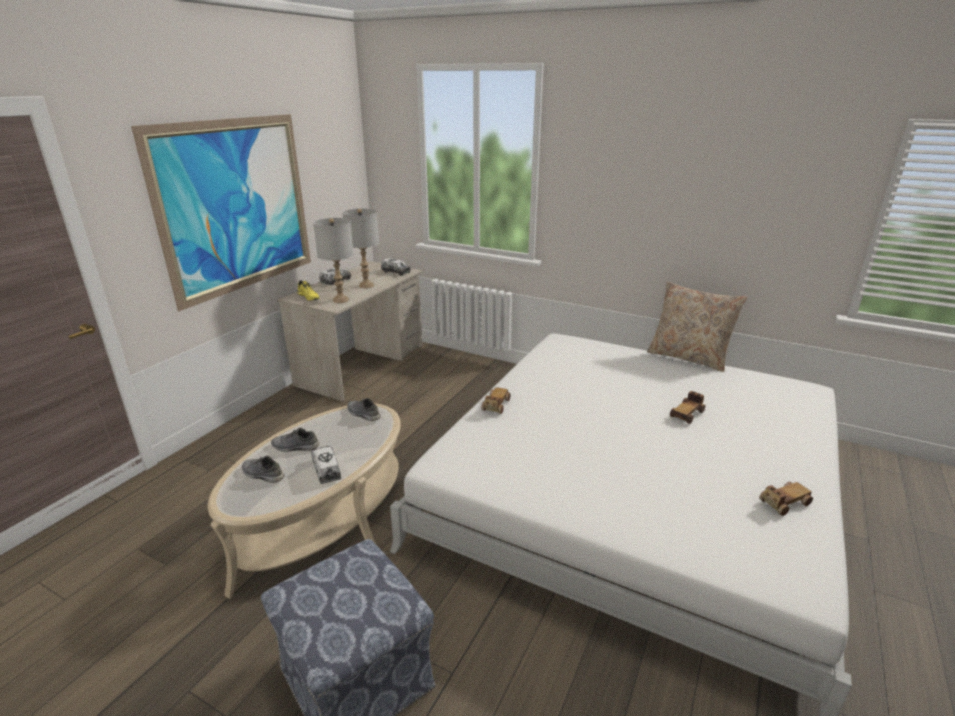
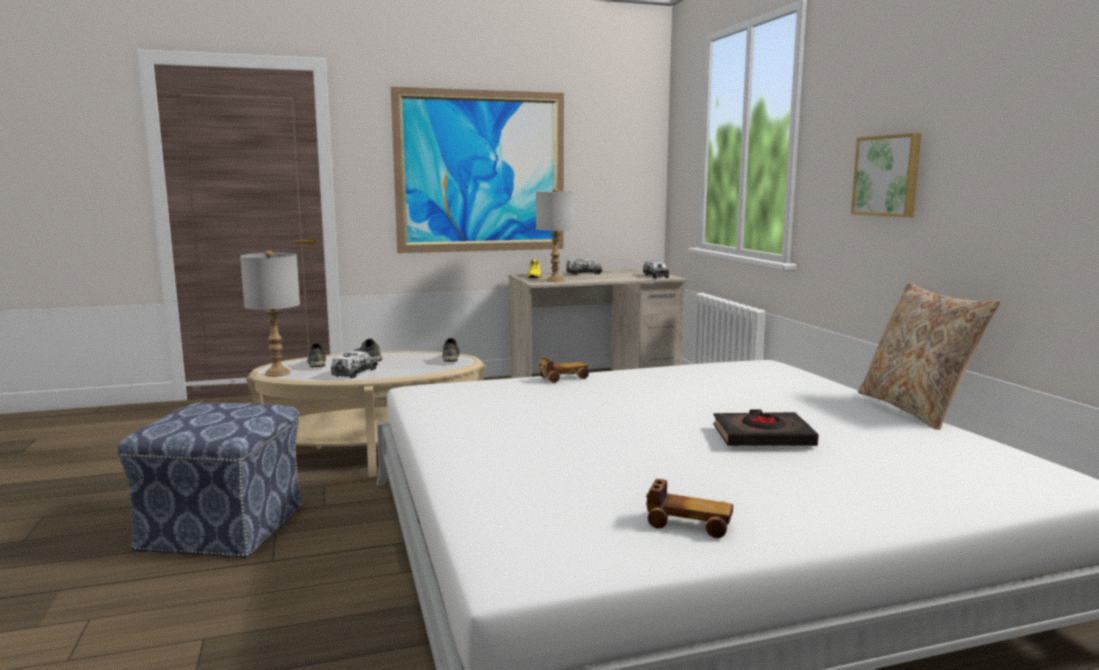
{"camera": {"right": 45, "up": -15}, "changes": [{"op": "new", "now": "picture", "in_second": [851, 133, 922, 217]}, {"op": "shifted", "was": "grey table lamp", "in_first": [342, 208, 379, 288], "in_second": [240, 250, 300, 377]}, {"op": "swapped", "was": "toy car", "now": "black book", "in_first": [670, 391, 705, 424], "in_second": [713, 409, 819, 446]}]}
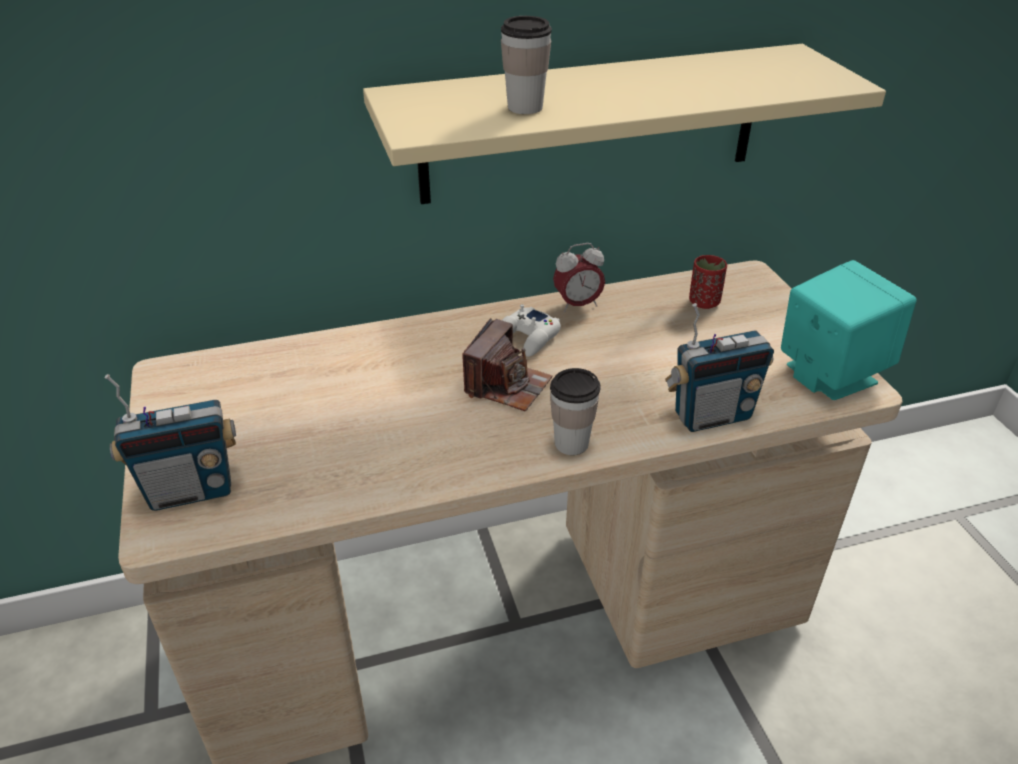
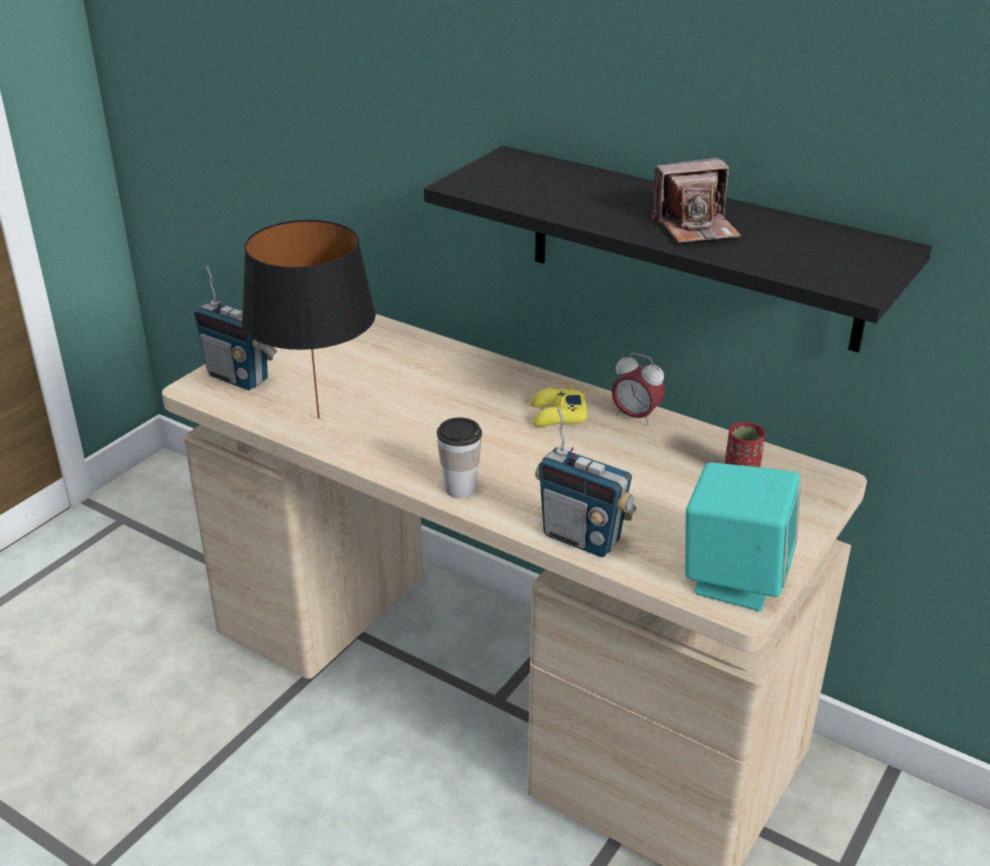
{"camera": {"right": 50, "up": -5}, "changes": [{"op": "gone", "was": "cup", "in_first": [501, 16, 552, 114]}, {"op": "new", "now": "black table lamp", "in_second": [242, 220, 376, 419]}, {"op": "shifted", "was": "photo camera", "in_first": [462, 318, 552, 411], "in_second": [652, 158, 741, 243]}, {"op": "repainted", "was": "beige shelf", "now": "black shelf", "in_first": [363, 44, 886, 204], "in_second": [424, 146, 932, 352]}, {"op": "repainted", "was": "white game controller", "now": "yellow game controller", "in_first": [502, 304, 561, 357], "in_second": [530, 385, 588, 427]}]}
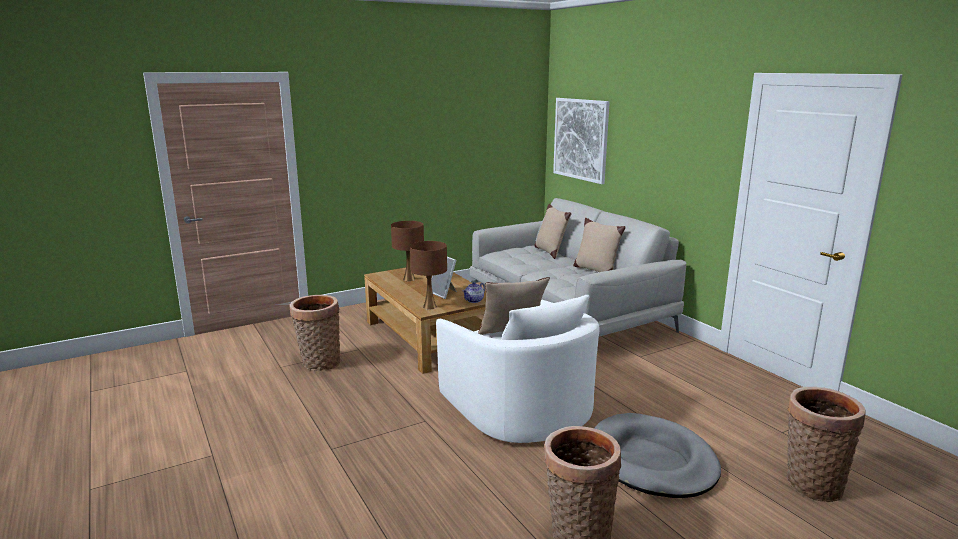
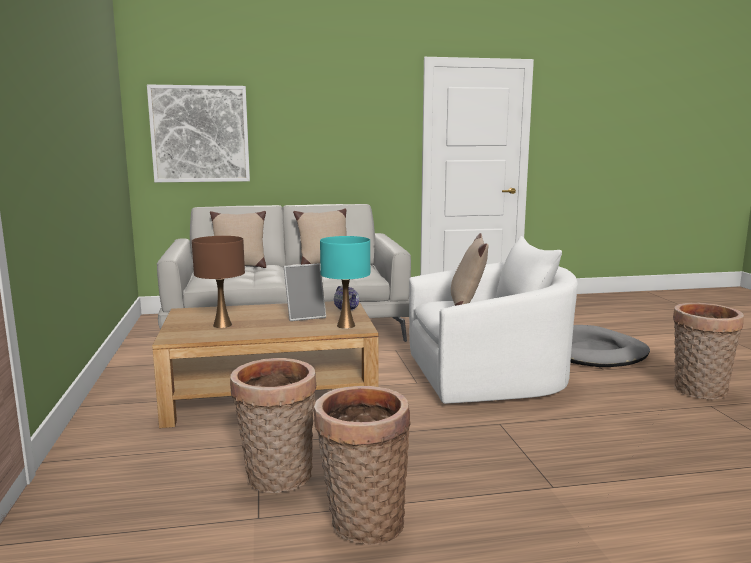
{"camera": {"right": -70, "up": -5}, "changes": [{"op": "shifted", "was": "basket", "in_first": [787, 387, 865, 502], "in_second": [314, 386, 411, 545]}, {"op": "repainted", "was": "brown table lamp", "now": "turquoise table lamp", "in_first": [410, 241, 447, 309], "in_second": [320, 236, 370, 329]}]}
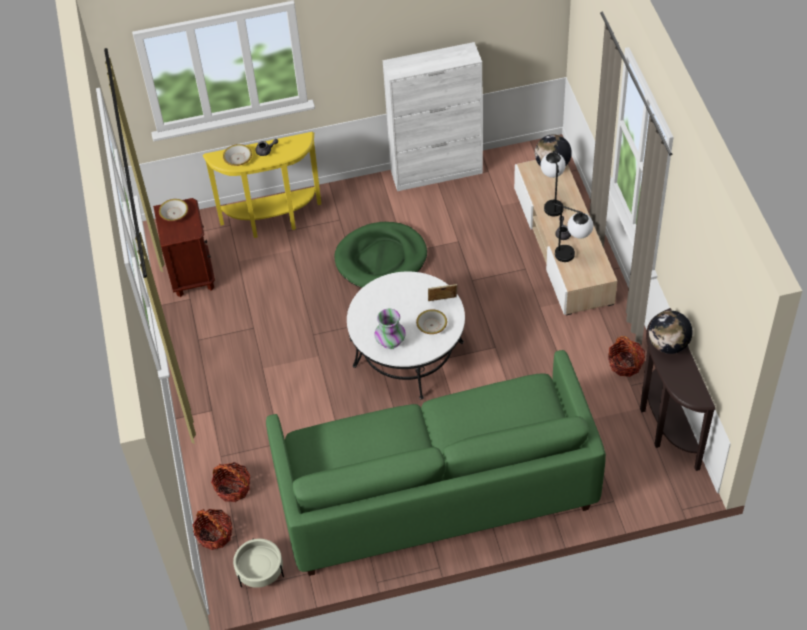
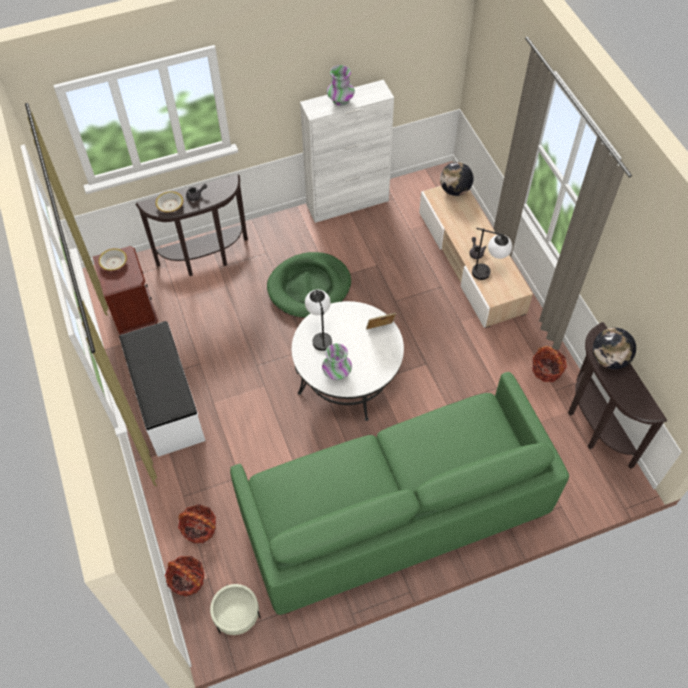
{"camera": {"right": -10, "up": 5}, "changes": [{"op": "gone", "was": "bowl", "in_first": [416, 309, 447, 334]}, {"op": "new", "now": "white bench", "in_second": [119, 321, 205, 457]}, {"op": "new", "now": "vase", "in_second": [327, 65, 355, 106]}, {"op": "shifted", "was": "table lamp", "in_first": [540, 151, 566, 216], "in_second": [305, 290, 332, 351]}, {"op": "repainted", "was": "yellow console table", "now": "brown console table", "in_first": [202, 132, 322, 238], "in_second": [135, 174, 248, 276]}]}
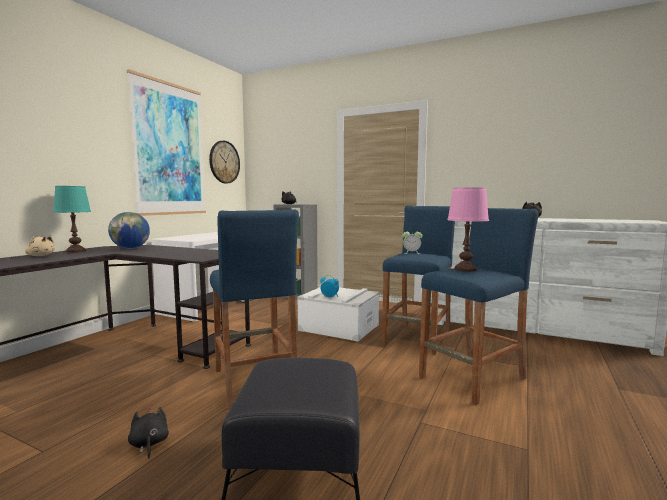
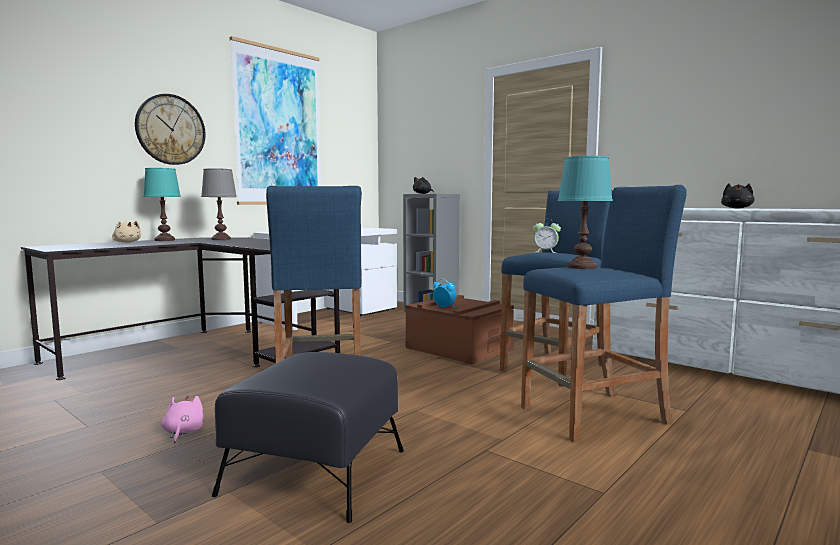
{"camera": {"right": 15, "up": 0}, "changes": [{"op": "shifted", "was": "wall clock", "in_first": [209, 141, 240, 183], "in_second": [135, 94, 206, 165]}, {"op": "swapped", "was": "globe", "now": "grey table lamp", "in_first": [108, 212, 150, 249], "in_second": [201, 168, 237, 240]}, {"op": "repainted", "was": "black plush toy", "now": "pink plush toy", "in_first": [128, 407, 169, 459], "in_second": [161, 395, 204, 443]}, {"op": "repainted", "was": "white storage box", "now": "brown storage box", "in_first": [297, 287, 379, 342], "in_second": [405, 295, 514, 365]}, {"op": "repainted", "was": "pink table lamp", "now": "turquoise table lamp", "in_first": [447, 187, 489, 272], "in_second": [558, 156, 613, 269]}]}
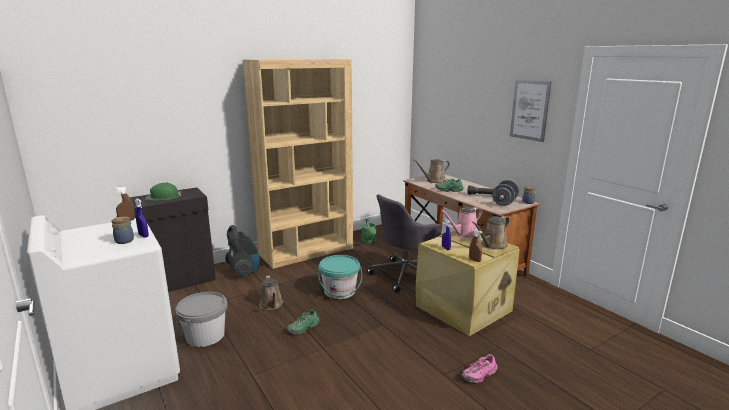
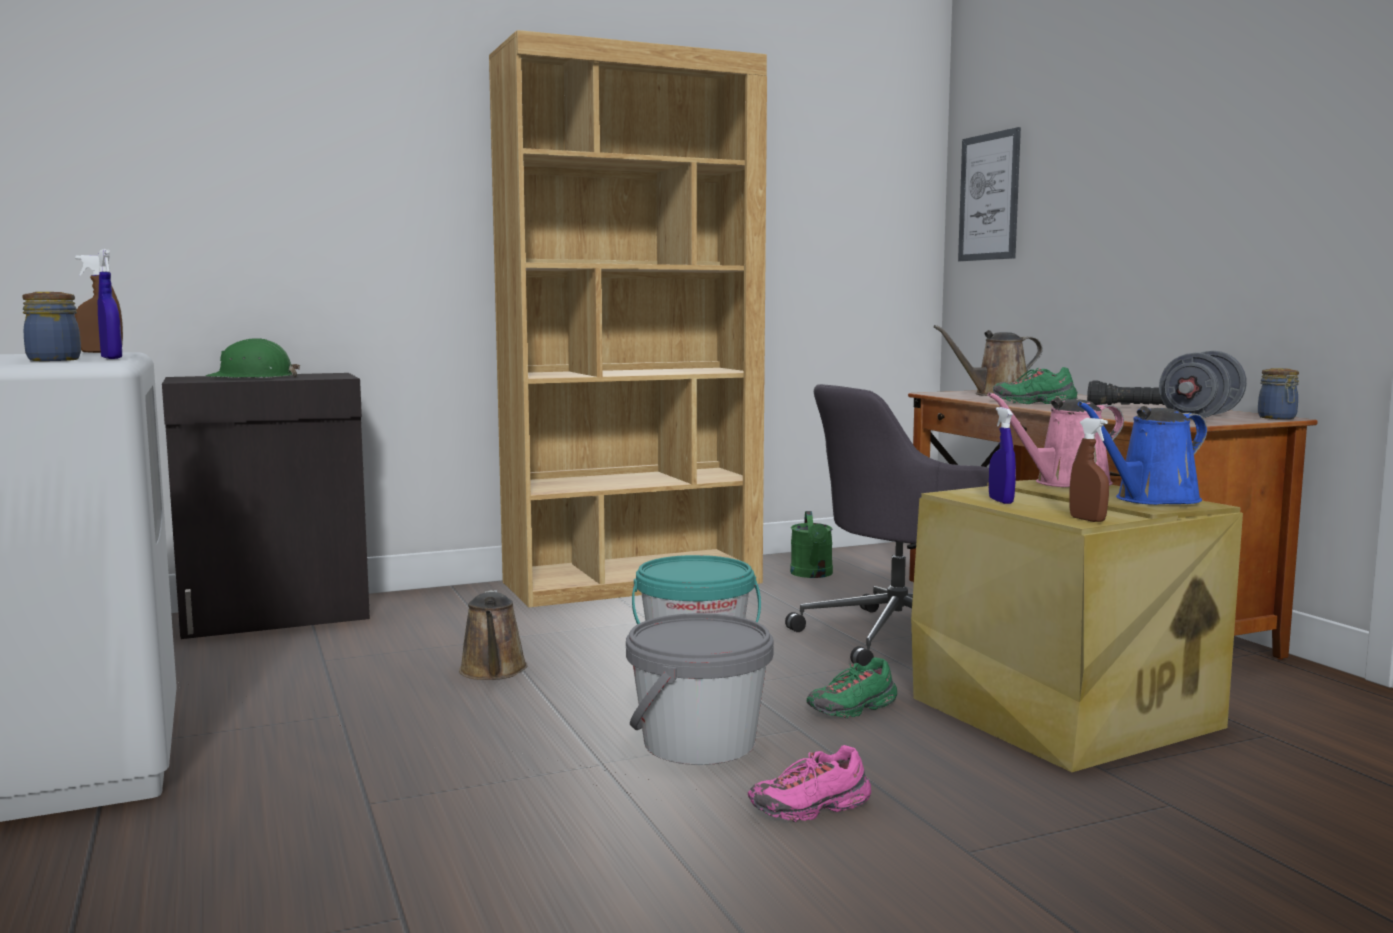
{"camera": {"right": 10, "up": -10}, "changes": [{"op": "gone", "was": "vacuum cleaner", "in_first": [225, 225, 259, 278]}, {"op": "shifted", "was": "grey bucket", "in_first": [175, 292, 228, 347], "in_second": [626, 613, 774, 765]}, {"op": "shifted", "was": "green shoe", "in_first": [287, 310, 320, 334], "in_second": [807, 657, 897, 719]}, {"op": "shifted", "was": "pink shoe", "in_first": [462, 354, 497, 383], "in_second": [748, 745, 871, 822]}, {"op": "shifted", "was": "picture", "in_first": [510, 80, 551, 142], "in_second": [958, 127, 1021, 261]}, {"op": "repainted", "was": "brown watering can", "now": "blue watering can", "in_first": [472, 216, 509, 249], "in_second": [1078, 402, 1207, 505]}]}
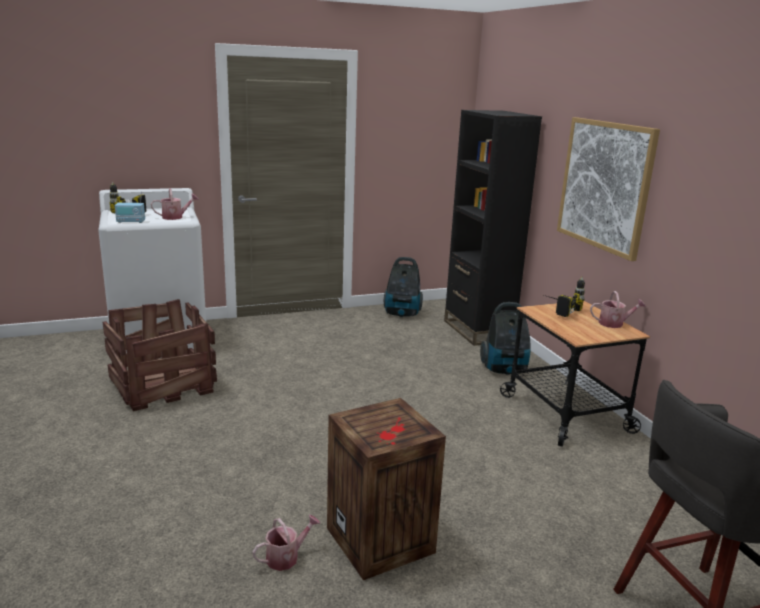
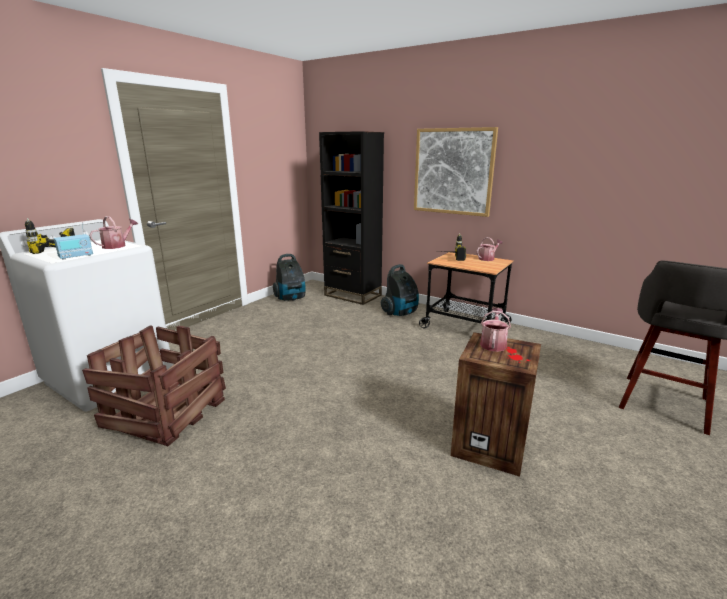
{"camera": {"right": -35, "up": 0}, "changes": [{"op": "shifted", "was": "watering can", "in_first": [252, 515, 320, 571], "in_second": [480, 308, 511, 352]}]}
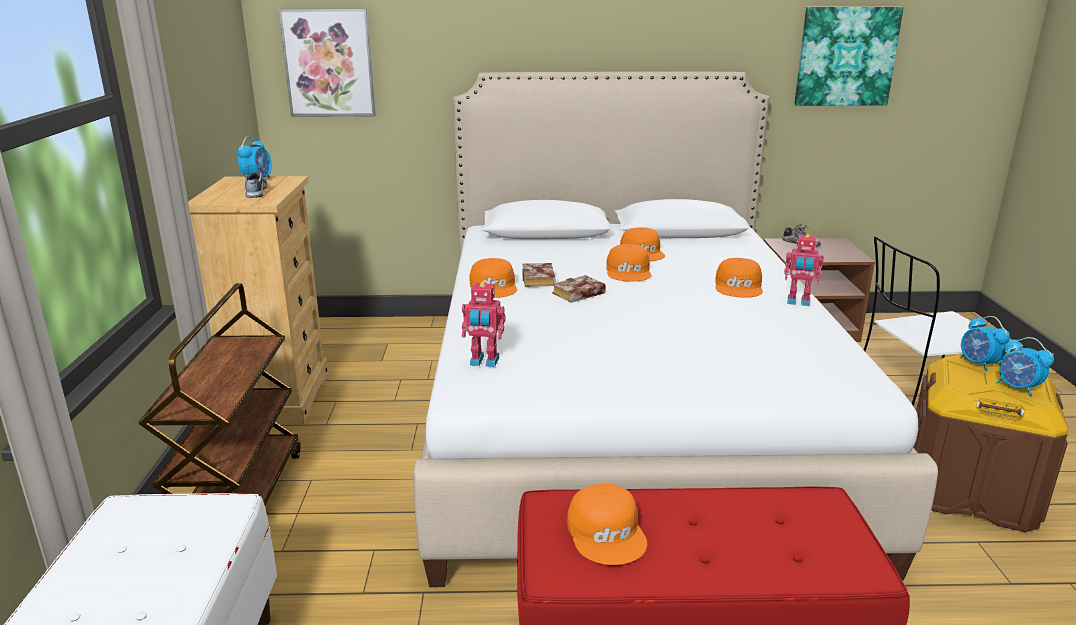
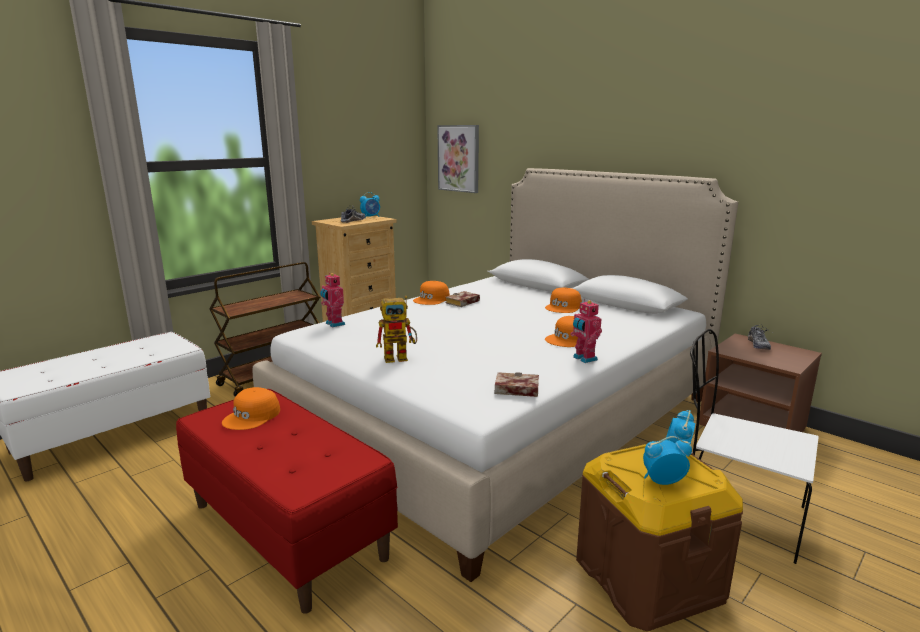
{"camera": {"right": 45, "up": -5}, "changes": [{"op": "gone", "was": "orange cap", "in_first": [606, 244, 651, 282]}, {"op": "gone", "was": "picture", "in_first": [794, 7, 904, 106]}, {"op": "new", "now": "toy robot", "in_second": [376, 296, 417, 363]}, {"op": "shifted", "was": "book", "in_first": [552, 275, 606, 303], "in_second": [494, 372, 539, 397]}, {"op": "rotated", "was": "alarm clock", "in_first": [997, 337, 1054, 397], "in_second": [643, 436, 692, 485], "clockwise": 75}]}
